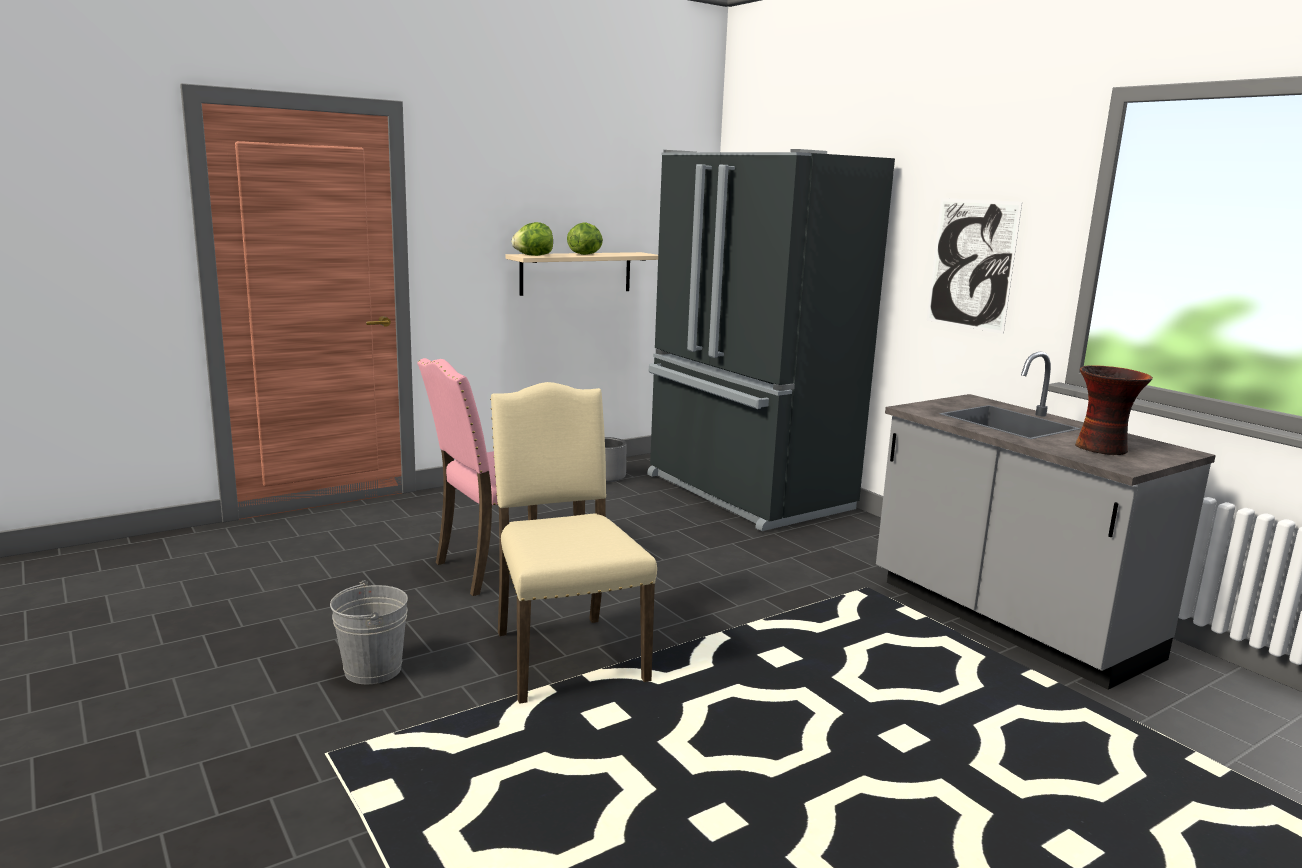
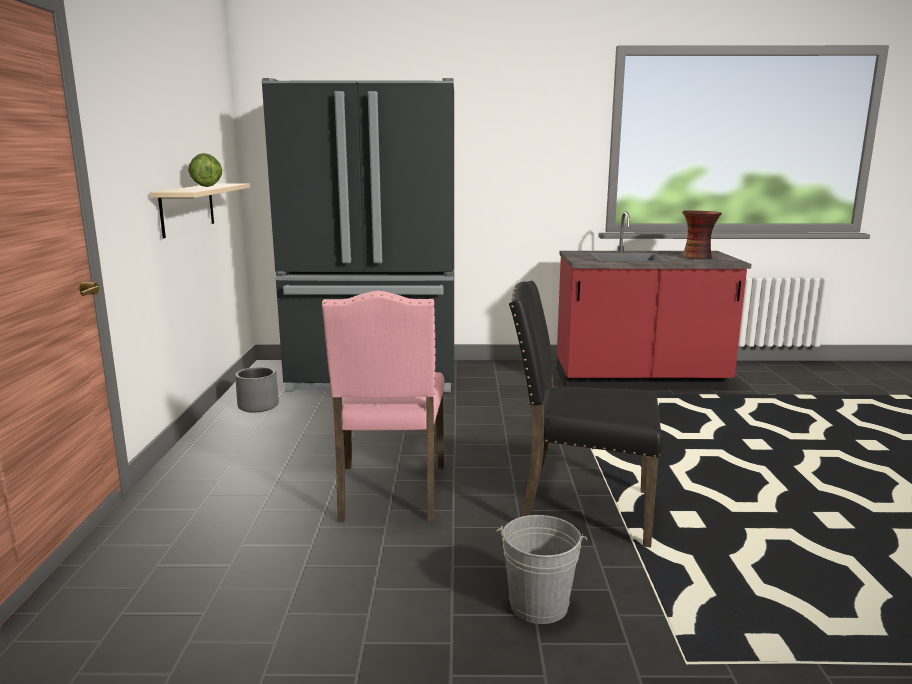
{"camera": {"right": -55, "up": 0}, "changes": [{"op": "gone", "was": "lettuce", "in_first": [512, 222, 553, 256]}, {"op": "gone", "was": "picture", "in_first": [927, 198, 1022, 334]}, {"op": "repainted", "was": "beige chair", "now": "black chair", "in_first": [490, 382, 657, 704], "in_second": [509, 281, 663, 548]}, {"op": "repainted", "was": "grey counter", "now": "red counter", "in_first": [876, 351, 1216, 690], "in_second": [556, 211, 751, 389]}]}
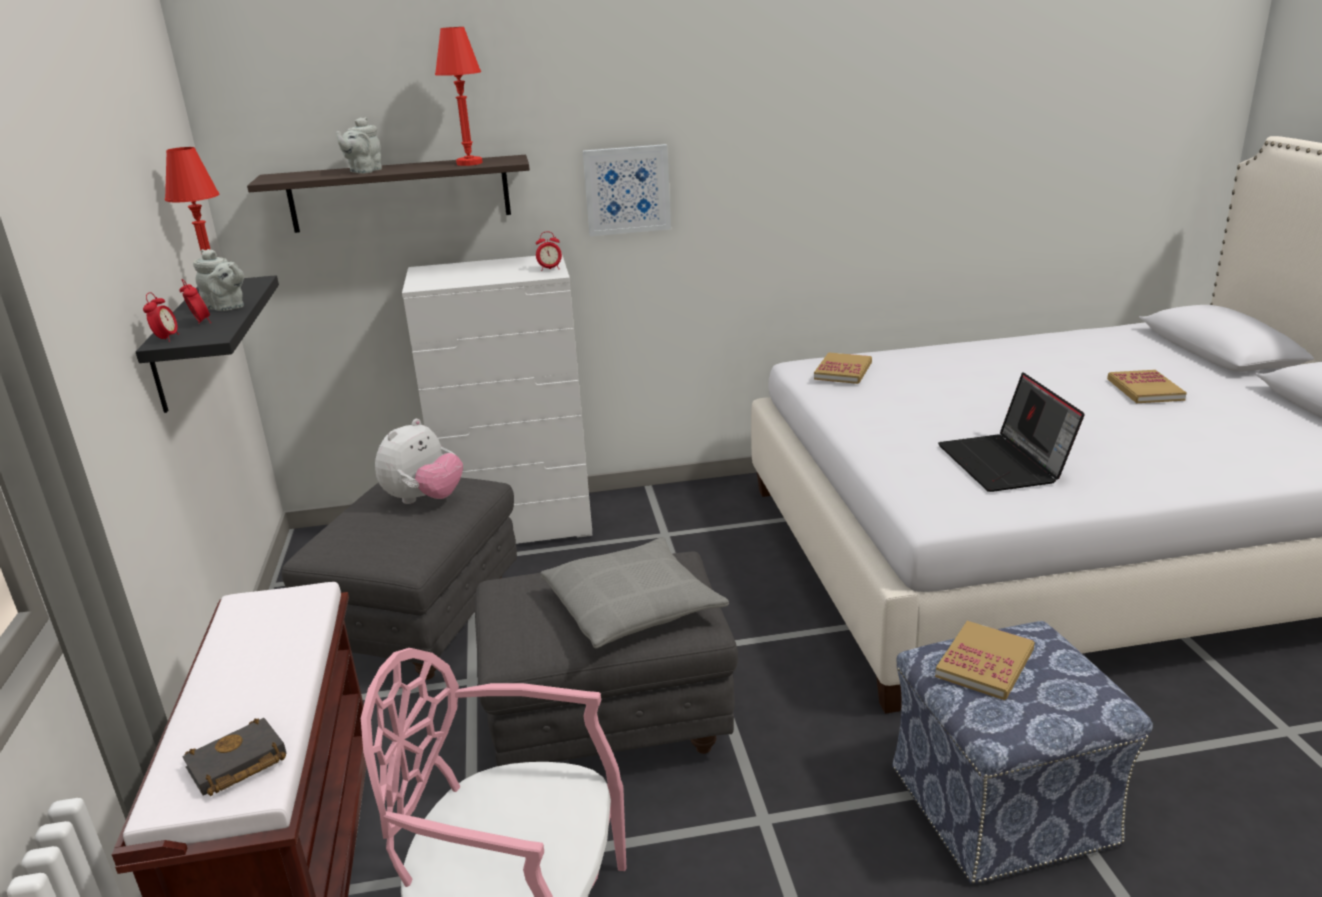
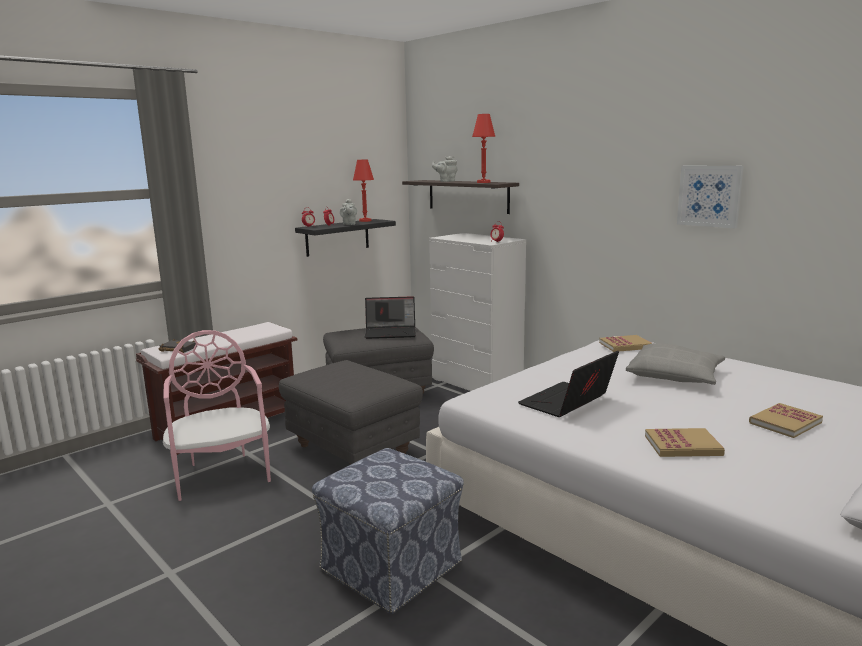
{"camera": {"right": 55, "up": -10}, "changes": [{"op": "shifted", "was": "grey pillow", "in_first": [540, 537, 729, 648], "in_second": [626, 343, 725, 385]}, {"op": "shifted", "was": "picture", "in_first": [583, 144, 671, 236], "in_second": [677, 166, 744, 228]}, {"op": "shifted", "was": "book", "in_first": [935, 621, 1035, 700], "in_second": [645, 428, 725, 457]}, {"op": "swapped", "was": "plush toy", "now": "laptop", "in_first": [375, 419, 463, 504], "in_second": [365, 296, 416, 339]}]}
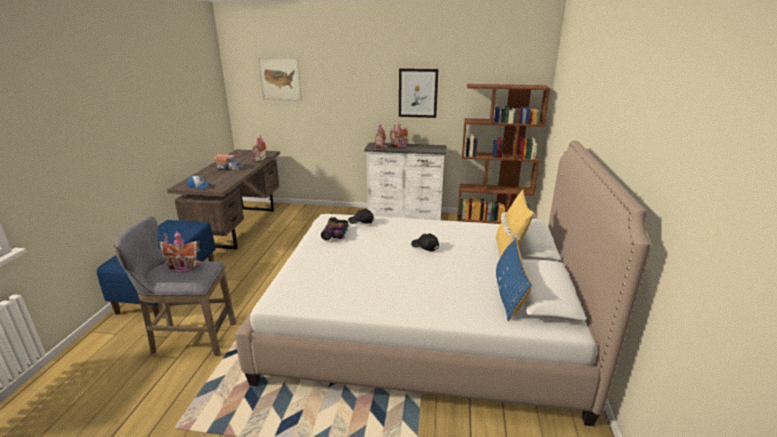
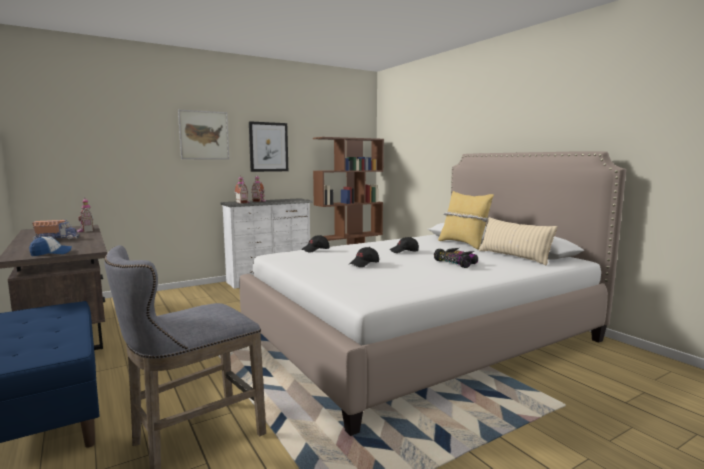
{"camera": {"right": -40, "up": -15}, "changes": [{"op": "gone", "was": "toy house", "in_first": [158, 231, 201, 272]}, {"op": "new", "now": "black cap", "in_second": [349, 247, 379, 267]}, {"op": "shifted", "was": "picture", "in_first": [258, 57, 302, 101], "in_second": [178, 109, 229, 159]}, {"op": "shifted", "was": "toy car", "in_first": [321, 217, 349, 240], "in_second": [434, 248, 478, 268]}, {"op": "repainted", "was": "blue pillow", "now": "beige pillow", "in_first": [496, 238, 532, 321], "in_second": [479, 217, 558, 266]}]}
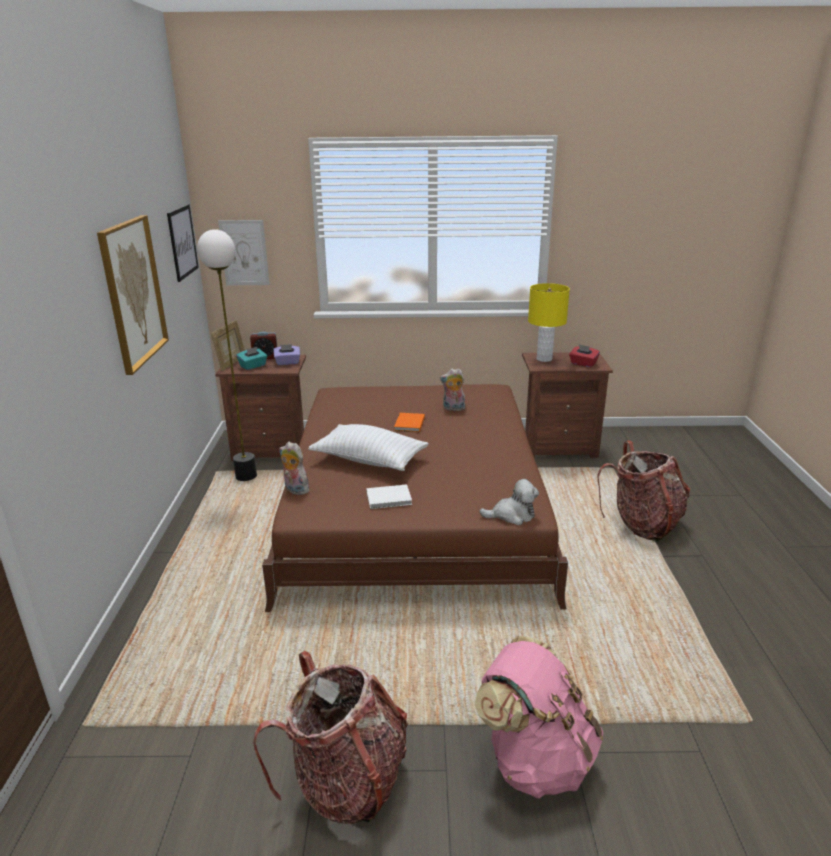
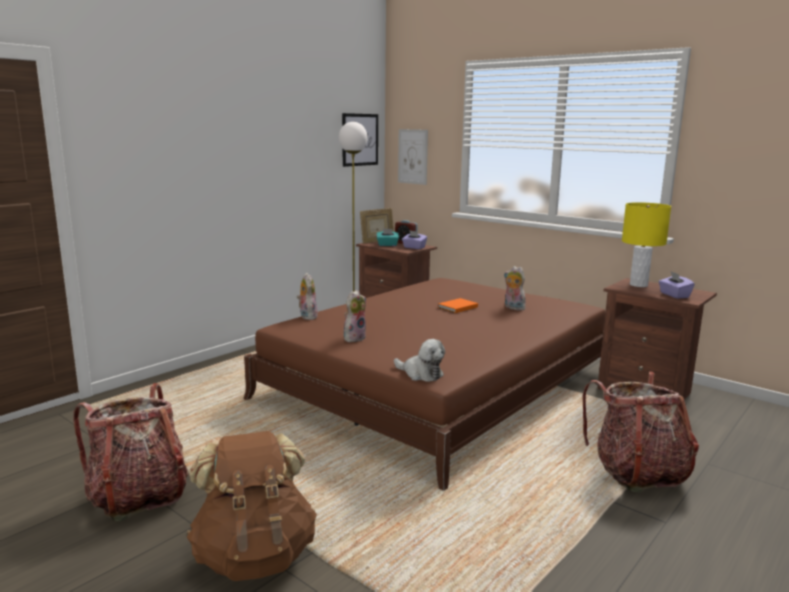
{"camera": {"right": 40, "up": -10}, "changes": [{"op": "gone", "was": "picture", "in_first": [97, 215, 169, 375]}, {"op": "gone", "was": "white pillow", "in_first": [308, 424, 429, 471]}, {"op": "swapped", "was": "white book", "now": "plush toy", "in_first": [366, 484, 412, 509], "in_second": [344, 290, 366, 342]}, {"op": "repainted", "was": "pink backpack", "now": "brown backpack", "in_first": [474, 636, 603, 799], "in_second": [187, 431, 317, 581]}, {"op": "repainted", "was": "red tissue box", "now": "purple tissue box", "in_first": [569, 344, 600, 367], "in_second": [659, 271, 695, 299]}]}
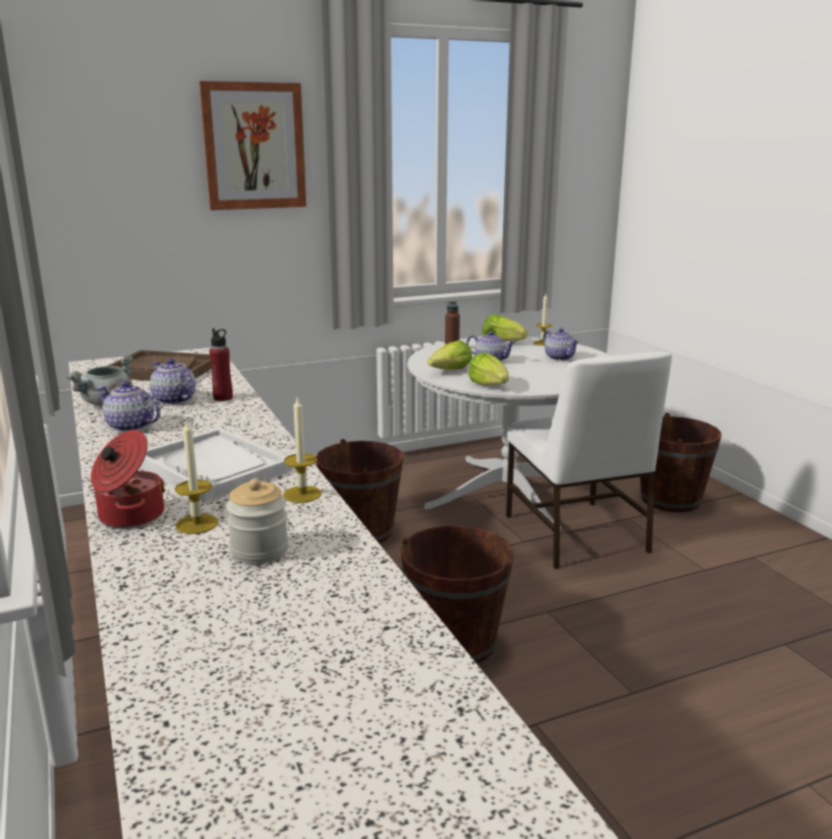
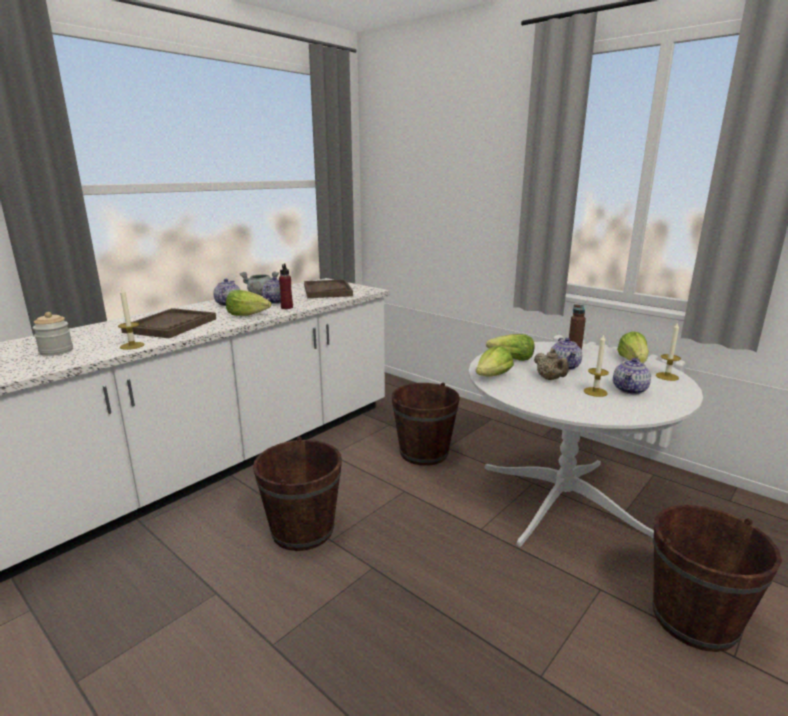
{"camera": {"right": 65, "up": 0}, "changes": [{"op": "gone", "was": "cooking pot", "in_first": [91, 430, 165, 528]}, {"op": "gone", "was": "picture", "in_first": [199, 81, 306, 210]}, {"op": "gone", "was": "white chair", "in_first": [506, 352, 672, 569]}, {"op": "new", "now": "lettuce", "in_second": [226, 290, 271, 316]}, {"op": "new", "now": "beige teapot", "in_second": [534, 348, 569, 380]}, {"op": "shifted", "was": "candle", "in_first": [175, 419, 219, 534], "in_second": [584, 334, 609, 397]}, {"op": "repainted", "was": "white tray", "now": "brown tray", "in_first": [141, 428, 292, 502], "in_second": [121, 308, 216, 338]}]}
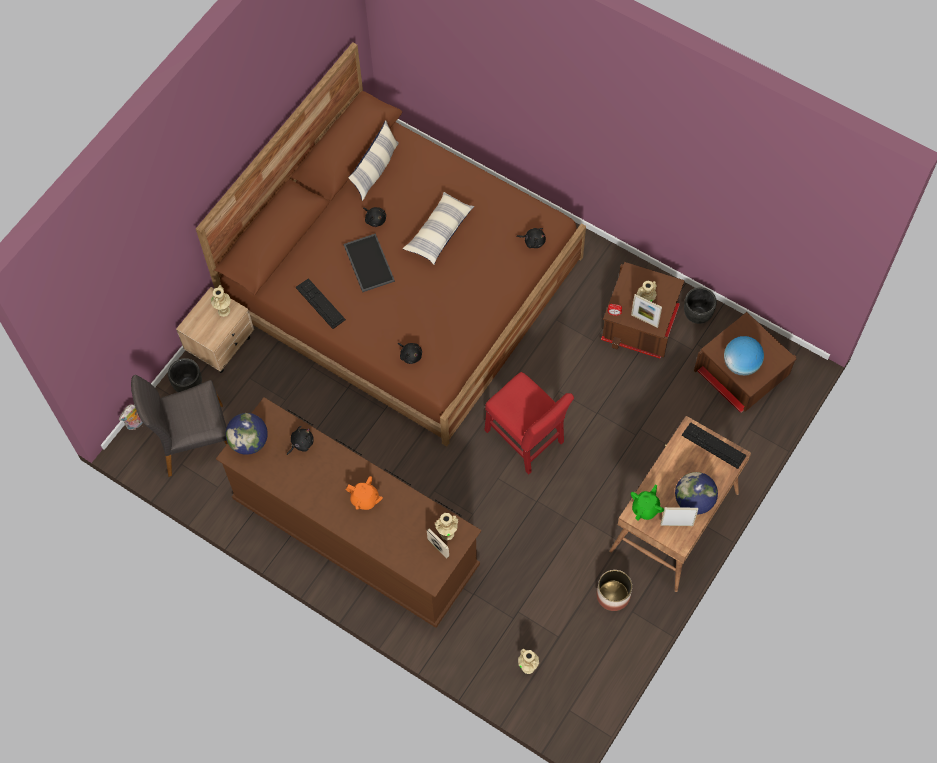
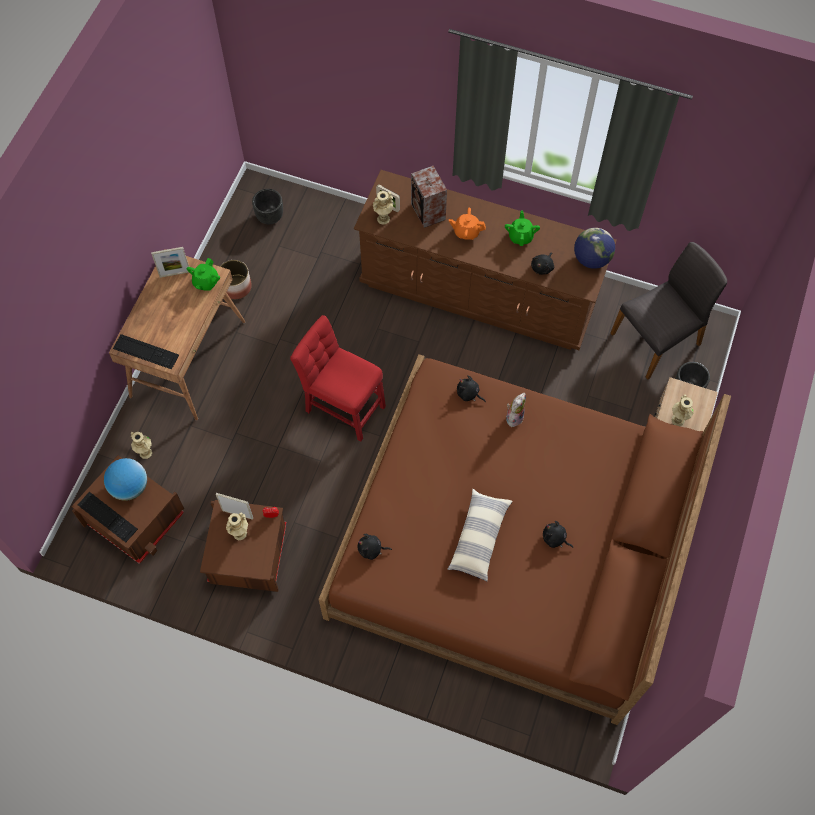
{"camera": {"right": 165, "up": 0}, "changes": [{"op": "gone", "was": "tray", "in_first": [344, 233, 395, 292]}, {"op": "gone", "was": "pillow", "in_first": [348, 120, 399, 201]}, {"op": "gone", "was": "globe", "in_first": [675, 472, 718, 515]}, {"op": "new", "now": "speaker", "in_second": [411, 166, 447, 228]}, {"op": "new", "now": "green teapot", "in_second": [505, 210, 540, 246]}, {"op": "shifted", "was": "plush toy", "in_first": [119, 404, 143, 430], "in_second": [506, 393, 526, 427]}, {"op": "shifted", "was": "keyboard", "in_first": [296, 278, 346, 329], "in_second": [78, 492, 138, 542]}, {"op": "shifted", "was": "beige vase", "in_first": [518, 649, 539, 674], "in_second": [131, 432, 152, 459]}, {"op": "shifted", "was": "black planter", "in_first": [684, 287, 717, 324], "in_second": [252, 189, 283, 224]}]}
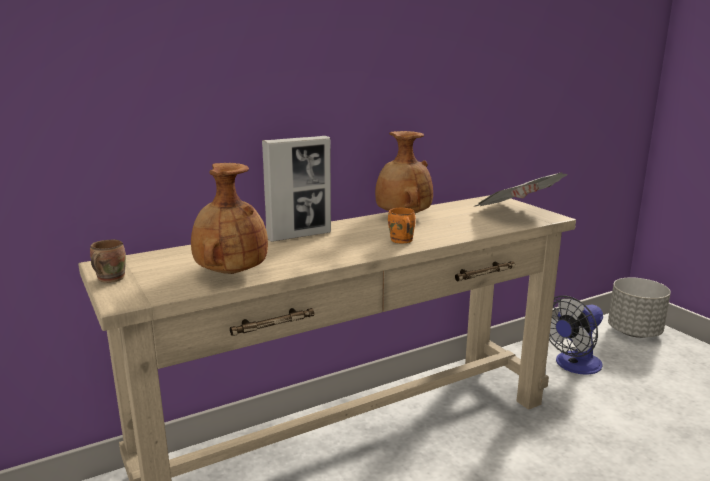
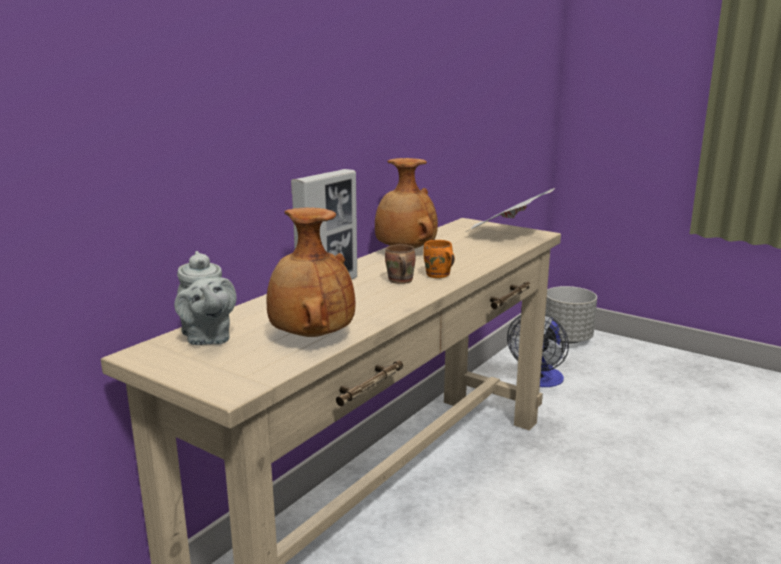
{"camera": {"right": -25, "up": 0}, "changes": [{"op": "new", "now": "grey teapot", "in_second": [174, 251, 237, 345]}, {"op": "shifted", "was": "brown mug", "in_first": [90, 239, 126, 283], "in_second": [385, 244, 416, 284]}]}
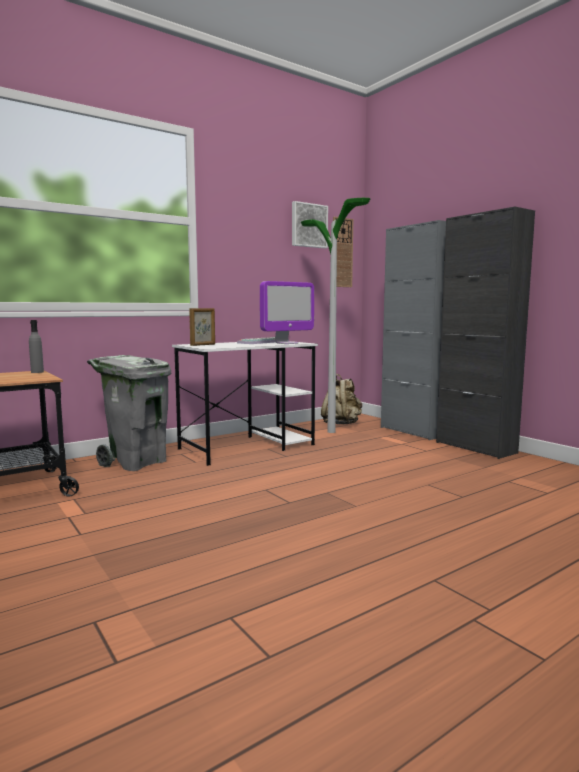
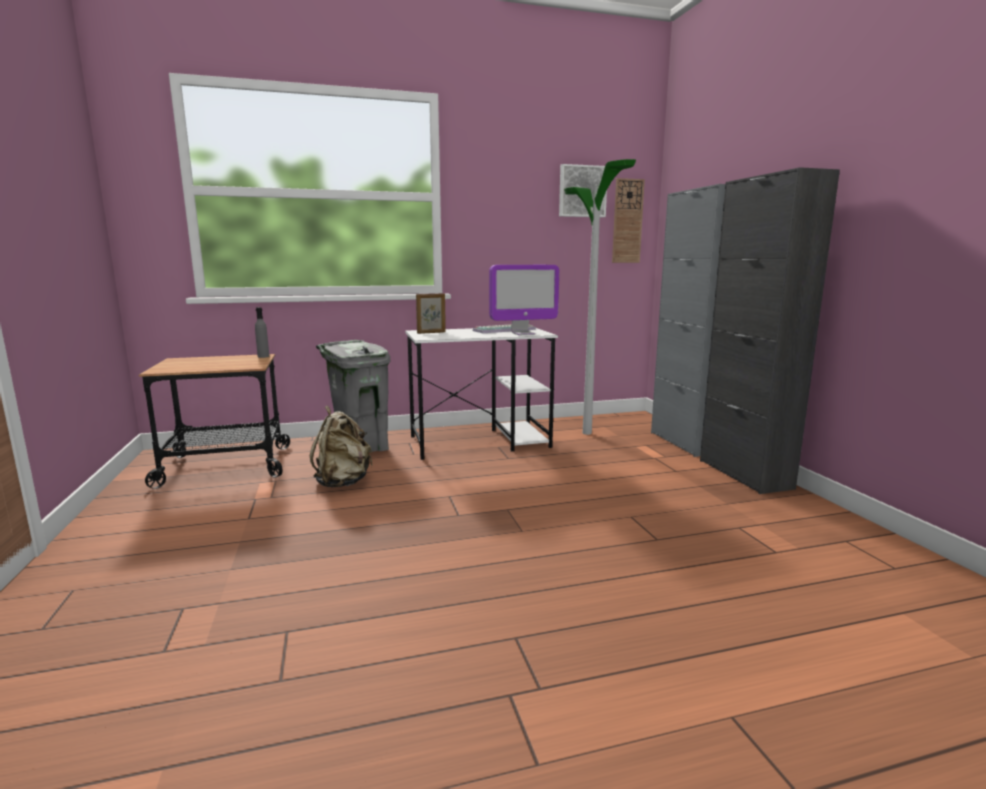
{"camera": {"right": 20, "up": 5}, "changes": [{"op": "shifted", "was": "beige backpack", "in_first": [321, 374, 362, 425], "in_second": [310, 405, 372, 487]}]}
